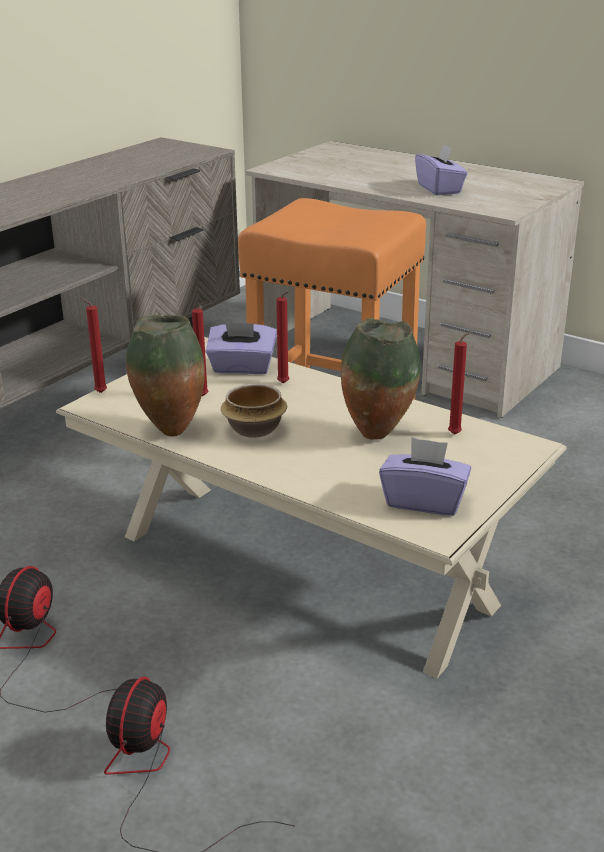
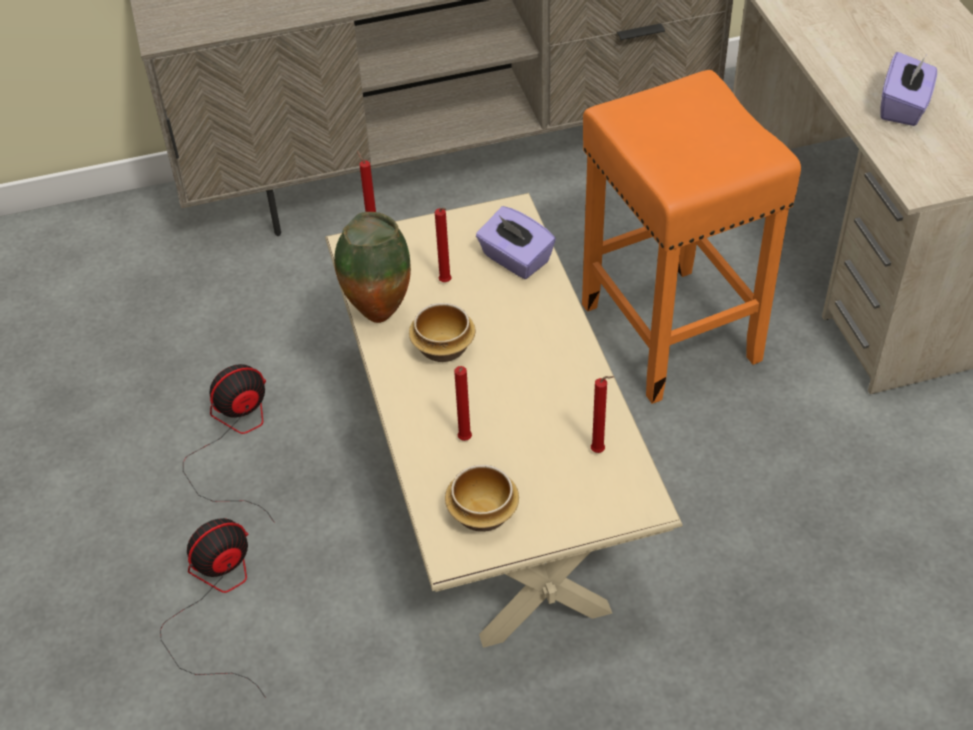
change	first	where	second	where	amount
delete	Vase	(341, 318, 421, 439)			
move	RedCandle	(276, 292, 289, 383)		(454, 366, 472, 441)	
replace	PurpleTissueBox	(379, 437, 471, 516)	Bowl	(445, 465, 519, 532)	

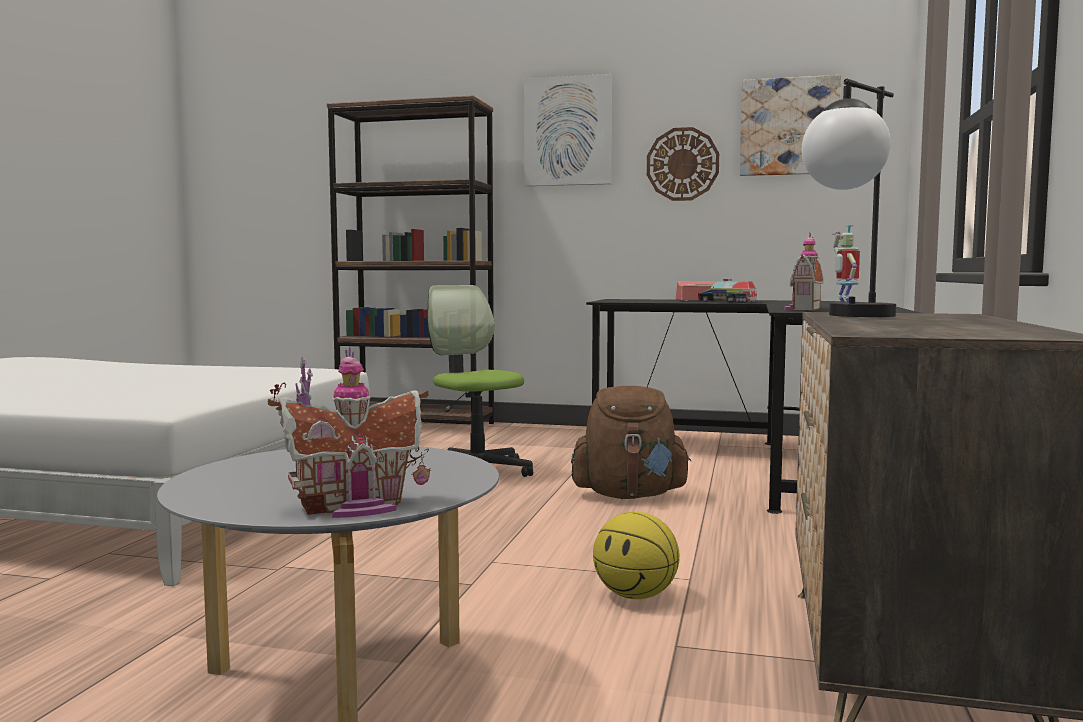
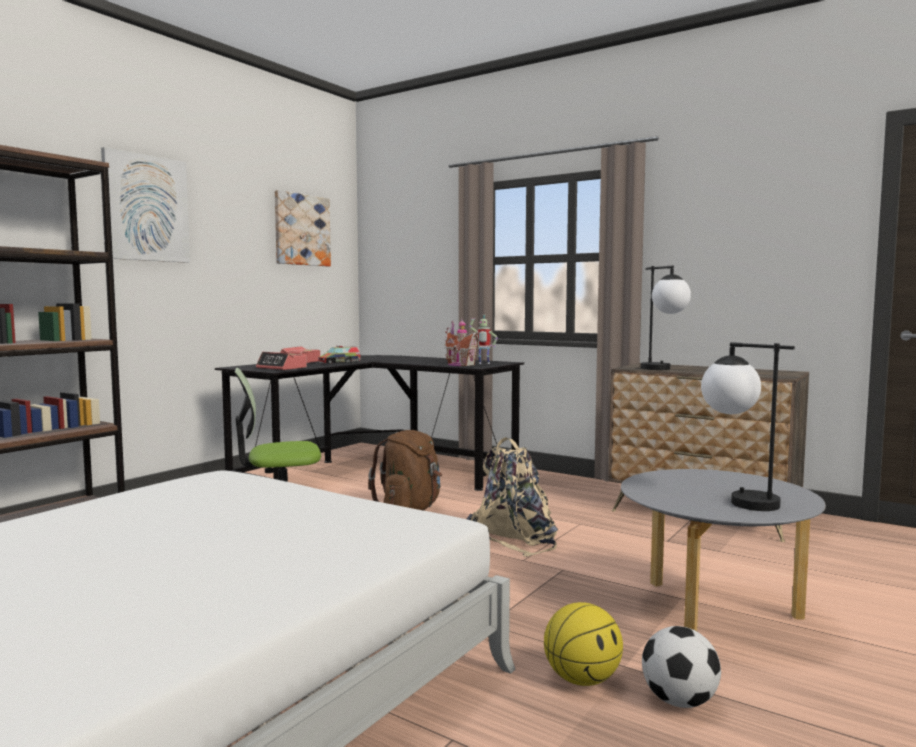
change	first	where	second	where	amount
delete	ToyHouse	(268, 346, 431, 518)			
delete	WallClock	(647, 127, 719, 201)			
insert			AlarmClock	(256, 352, 307, 370)	
insert			BeigeBackpack	(467, 437, 558, 557)	
insert			Football	(642, 626, 721, 708)	
insert			TableLamp	(701, 342, 795, 511)	
move	Basketball	(593, 512, 679, 599)		(544, 602, 623, 686)	

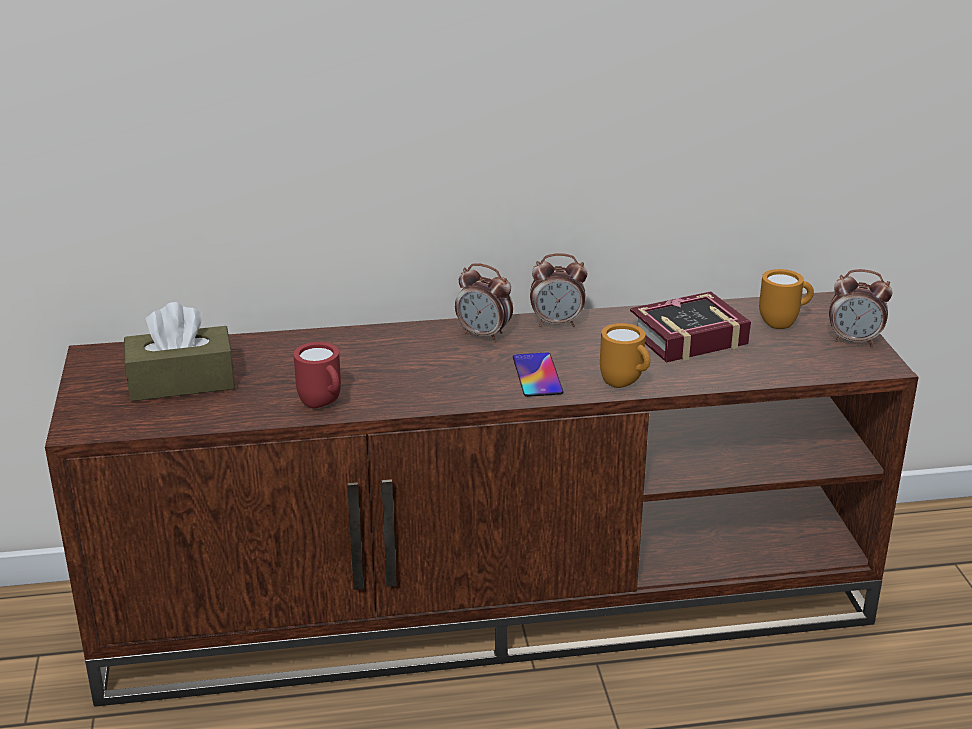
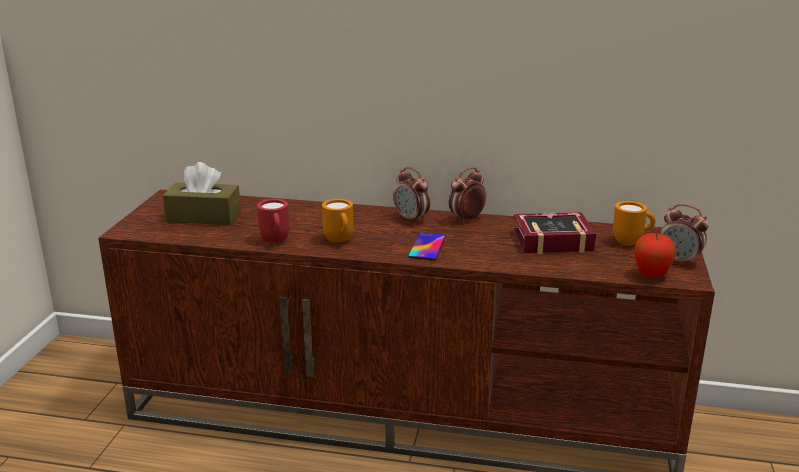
change	first	where	second	where	amount
insert			Apple	(634, 233, 677, 278)	
move	OrangeMug	(600, 323, 651, 388)		(322, 199, 353, 243)	
rotate	AlarmClock	(530, 253, 587, 327)		(449, 167, 486, 223)	120 degrees clockwise

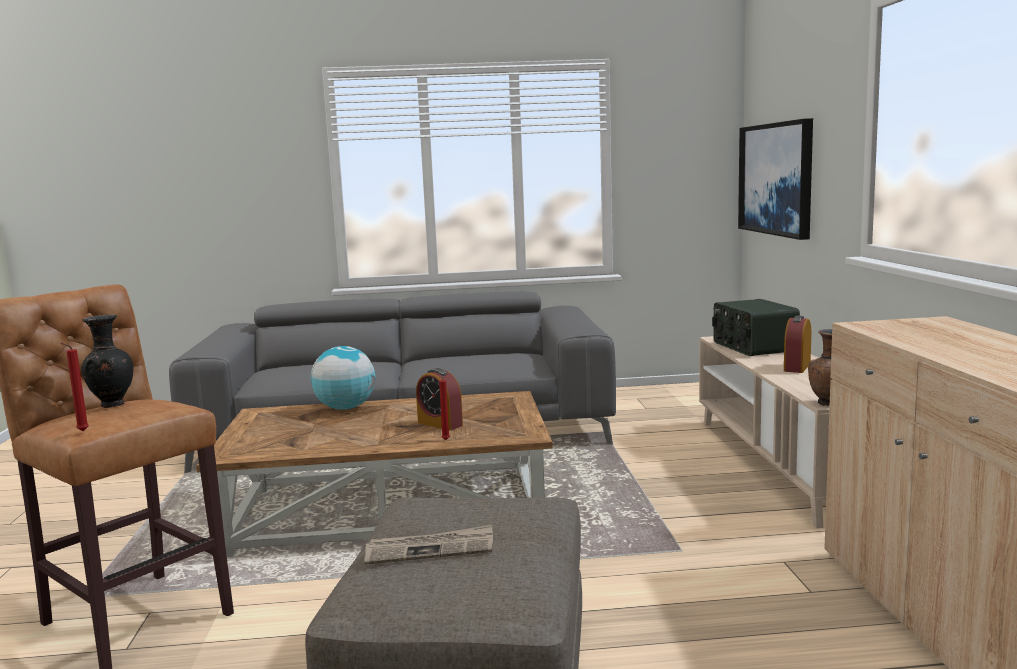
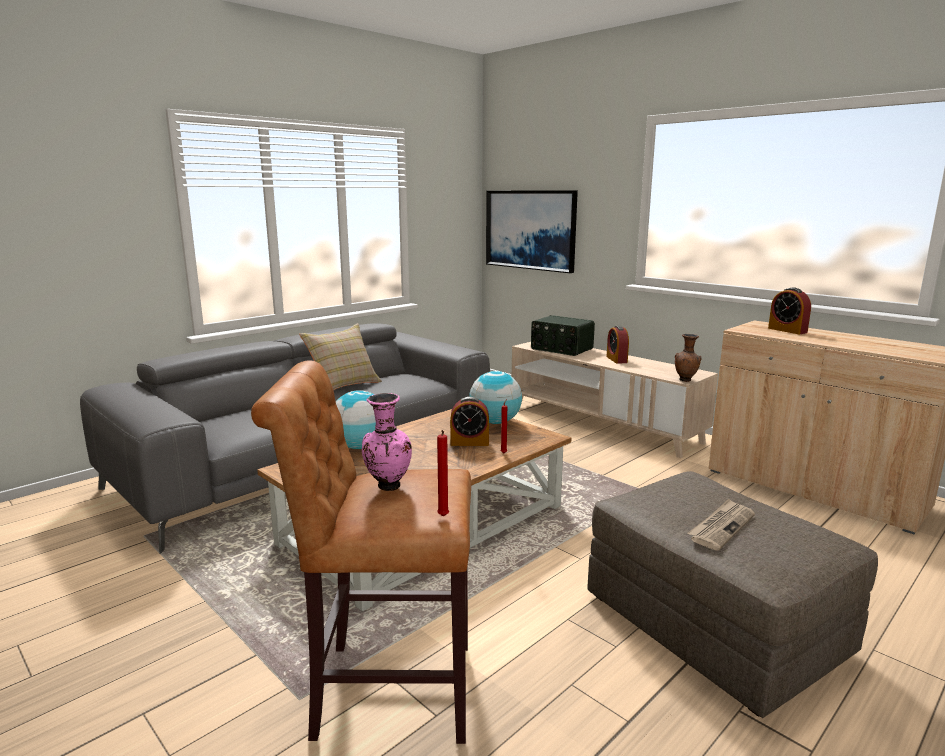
change	first	where	second	where	amount
insert			BeigePillow	(299, 323, 382, 390)	
insert			Globe	(469, 371, 522, 424)	
insert			AlarmClock	(768, 288, 811, 334)	
recolor	BlackVase	(81, 315, 133, 408)	PinkVase	(362, 393, 412, 491)	

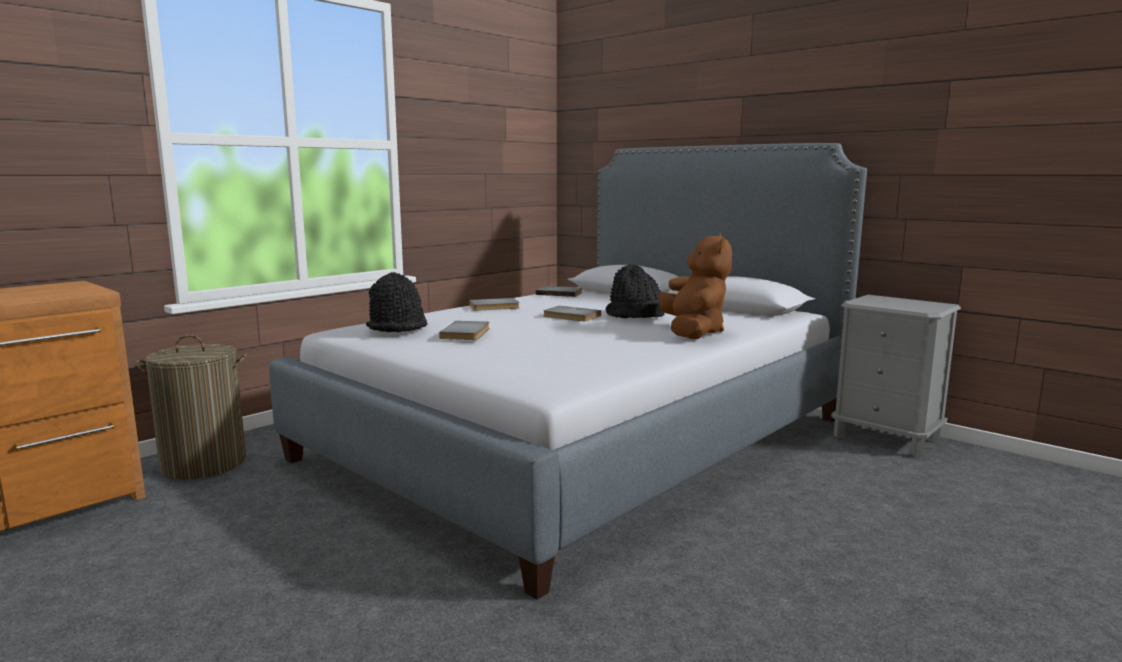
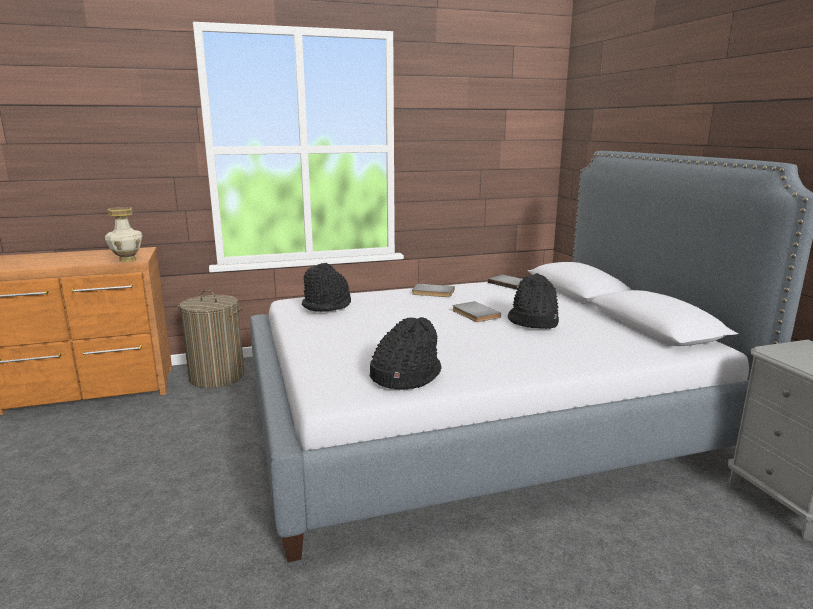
change	first	where	second	where	amount
delete	GreyBook	(439, 321, 490, 340)			
delete	BrownPlushToy	(658, 233, 732, 339)			
insert			Vase	(105, 207, 143, 262)	
insert			BlackHat	(370, 317, 441, 390)	

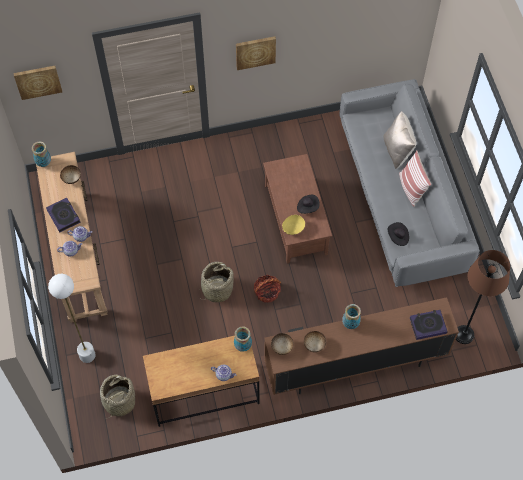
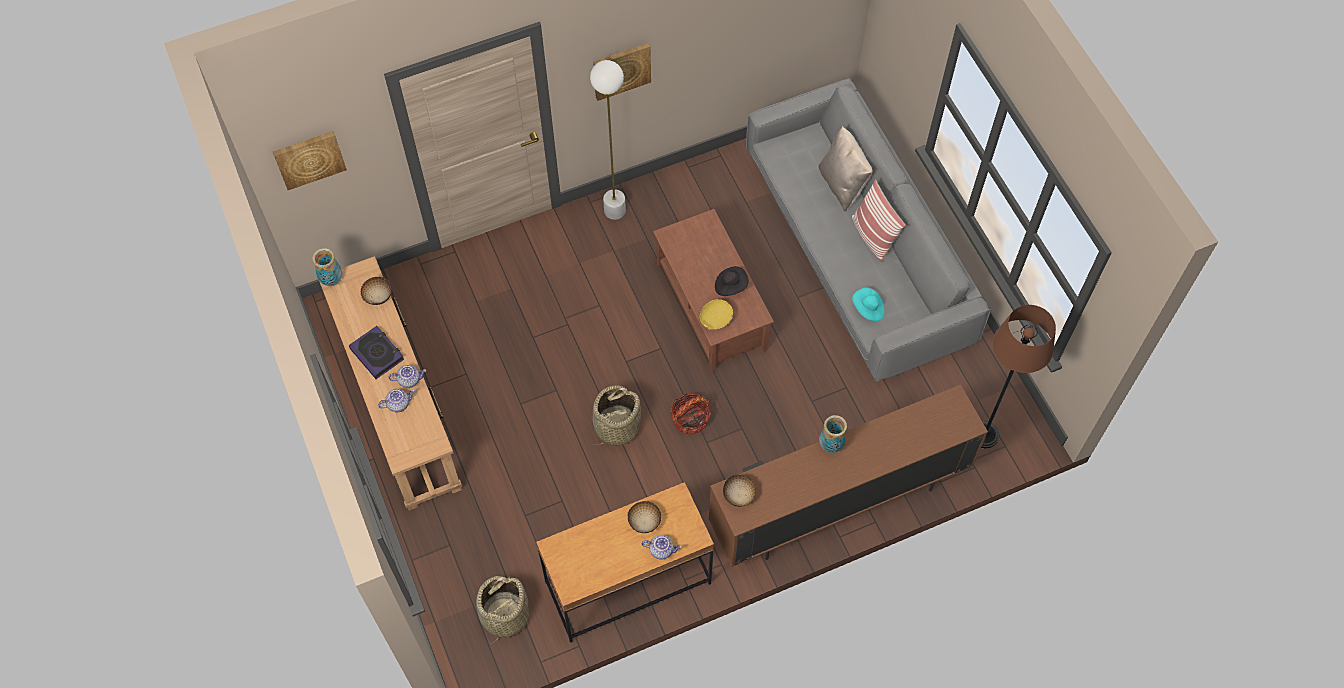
change	first	where	second	where	amount
delete	Vase	(234, 326, 252, 352)			
delete	Book	(410, 310, 447, 340)			
move	WhiteFloorLamp	(48, 274, 95, 363)		(590, 60, 626, 220)	
move	Bowl	(304, 331, 326, 352)		(627, 501, 662, 533)	
recolor	BlackHat	(388, 222, 409, 246)	TurquoiseHat	(852, 288, 884, 321)	

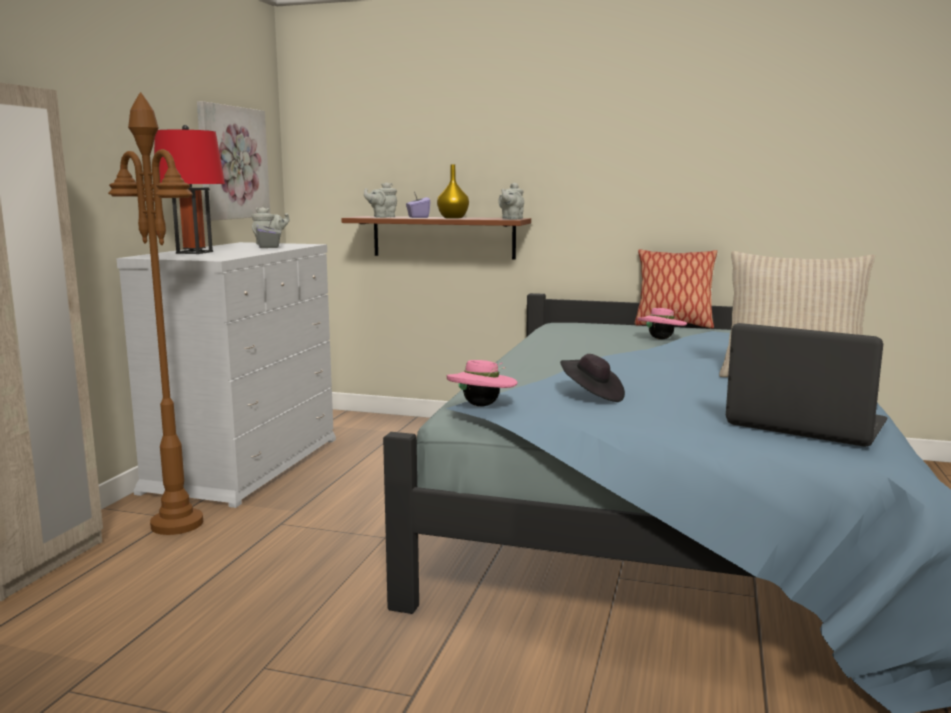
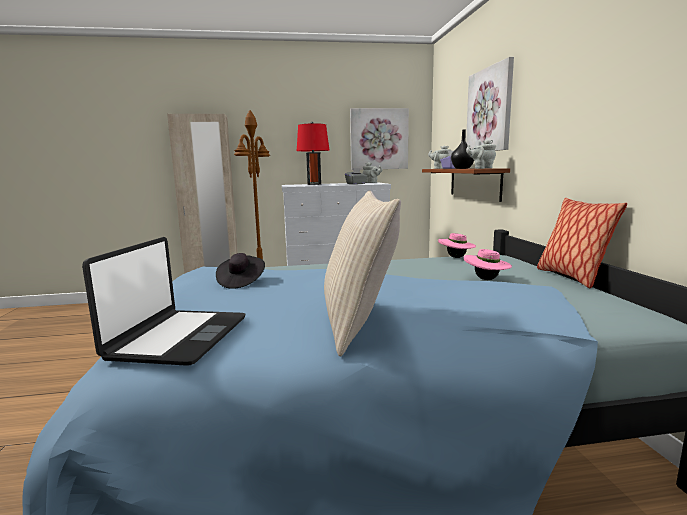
change	first	where	second	where	amount
insert			Picture	(466, 57, 514, 151)	
move	PinkHat	(447, 360, 517, 407)		(438, 233, 476, 258)	
recolor	YellowVase	(437, 165, 469, 219)	BlackVase	(451, 129, 474, 169)	

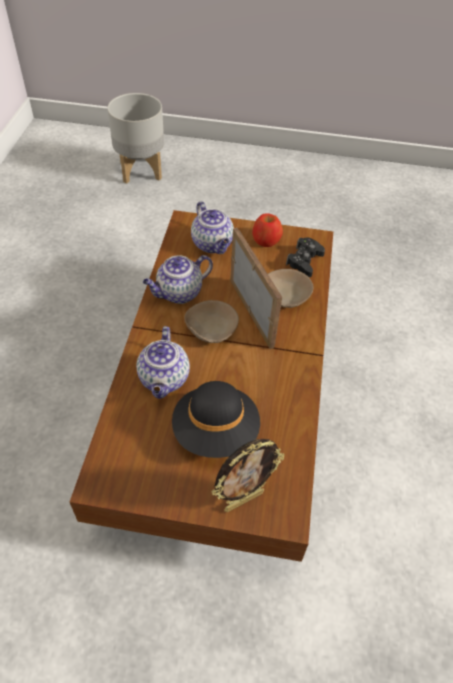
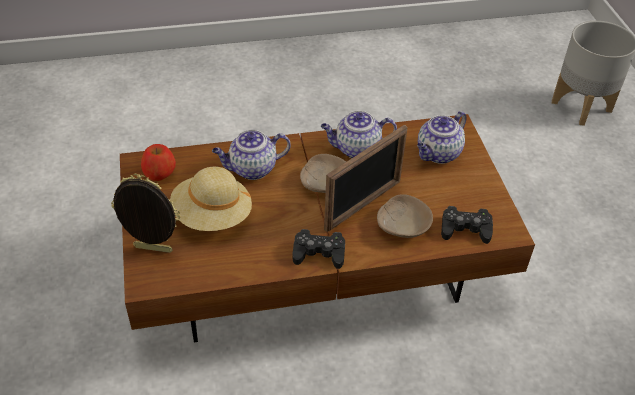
change	first	where	second	where	amount
insert			BlackGameController	(292, 229, 345, 269)	
move	Apple	(252, 213, 283, 247)		(141, 144, 176, 181)	
recolor	BlackHat	(172, 381, 260, 458)	BeigeHat	(170, 166, 252, 231)	
rotate	Teapot	(143, 255, 213, 304)		(321, 111, 397, 158)	45 degrees counterclockwise
rotate	PictureFrame	(212, 439, 285, 512)		(111, 174, 181, 253)	150 degrees clockwise

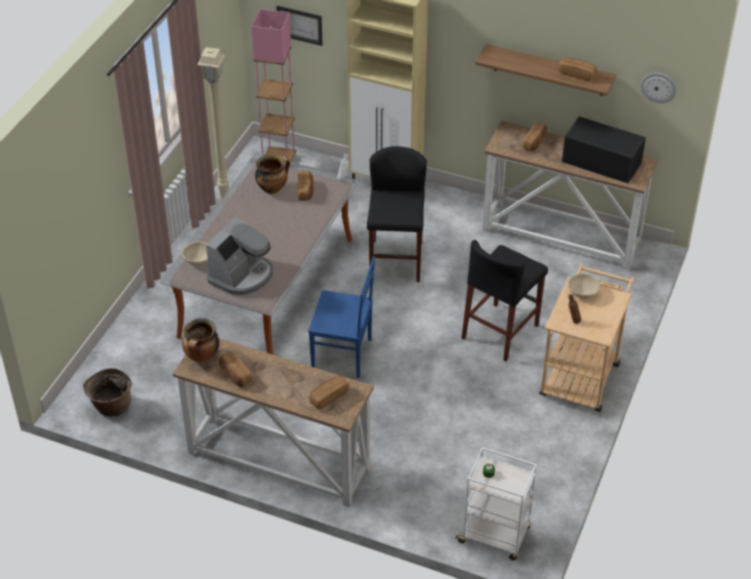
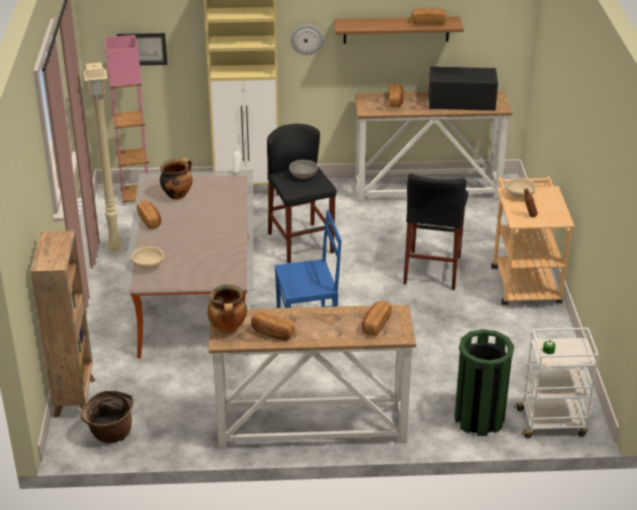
change	first	where	second	where	amount
delete	CoffeeMachine	(206, 217, 273, 295)			
insert			BrownBookcase	(30, 231, 96, 418)	
insert			GreyBowl	(289, 160, 318, 179)	
insert			GreenTrashCan	(455, 329, 514, 436)	
move	Bread	(298, 171, 314, 201)		(137, 201, 161, 229)	
move	WallClock	(641, 73, 677, 103)		(291, 25, 324, 55)	

